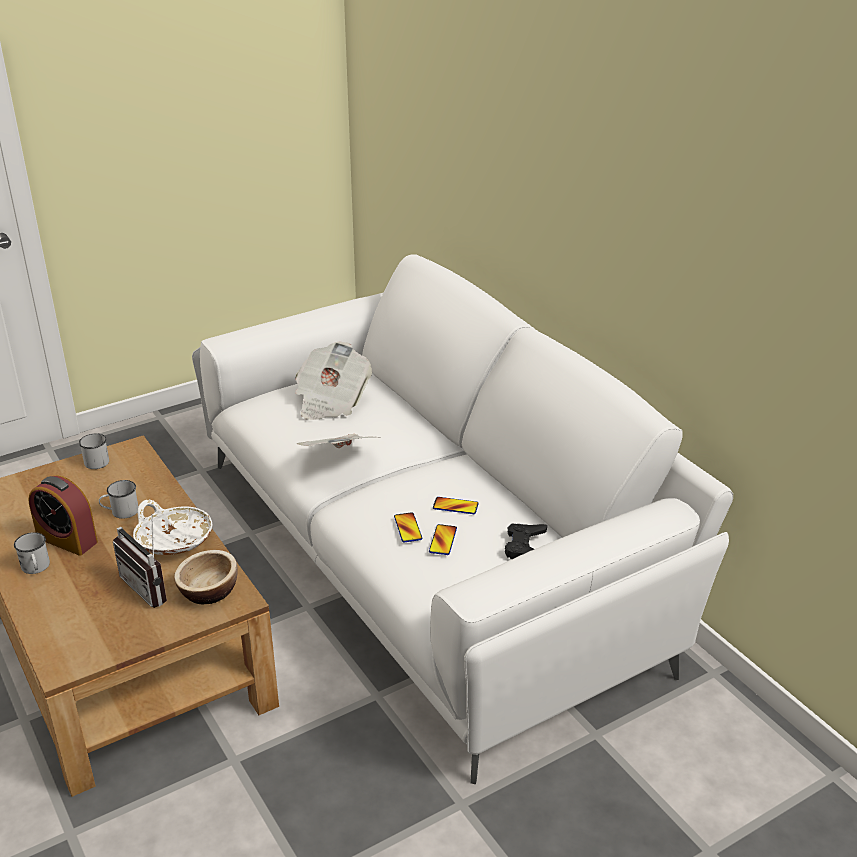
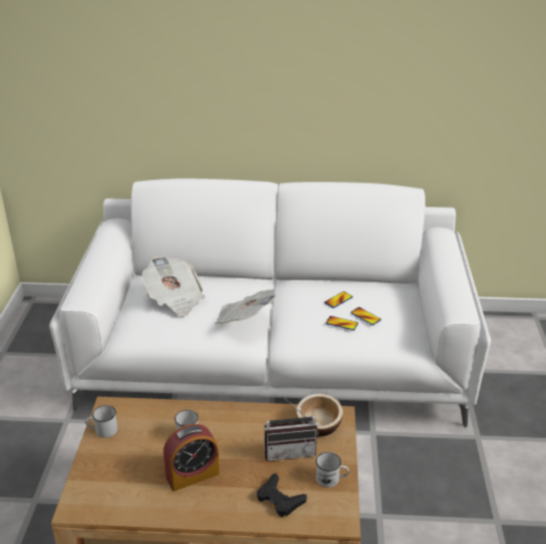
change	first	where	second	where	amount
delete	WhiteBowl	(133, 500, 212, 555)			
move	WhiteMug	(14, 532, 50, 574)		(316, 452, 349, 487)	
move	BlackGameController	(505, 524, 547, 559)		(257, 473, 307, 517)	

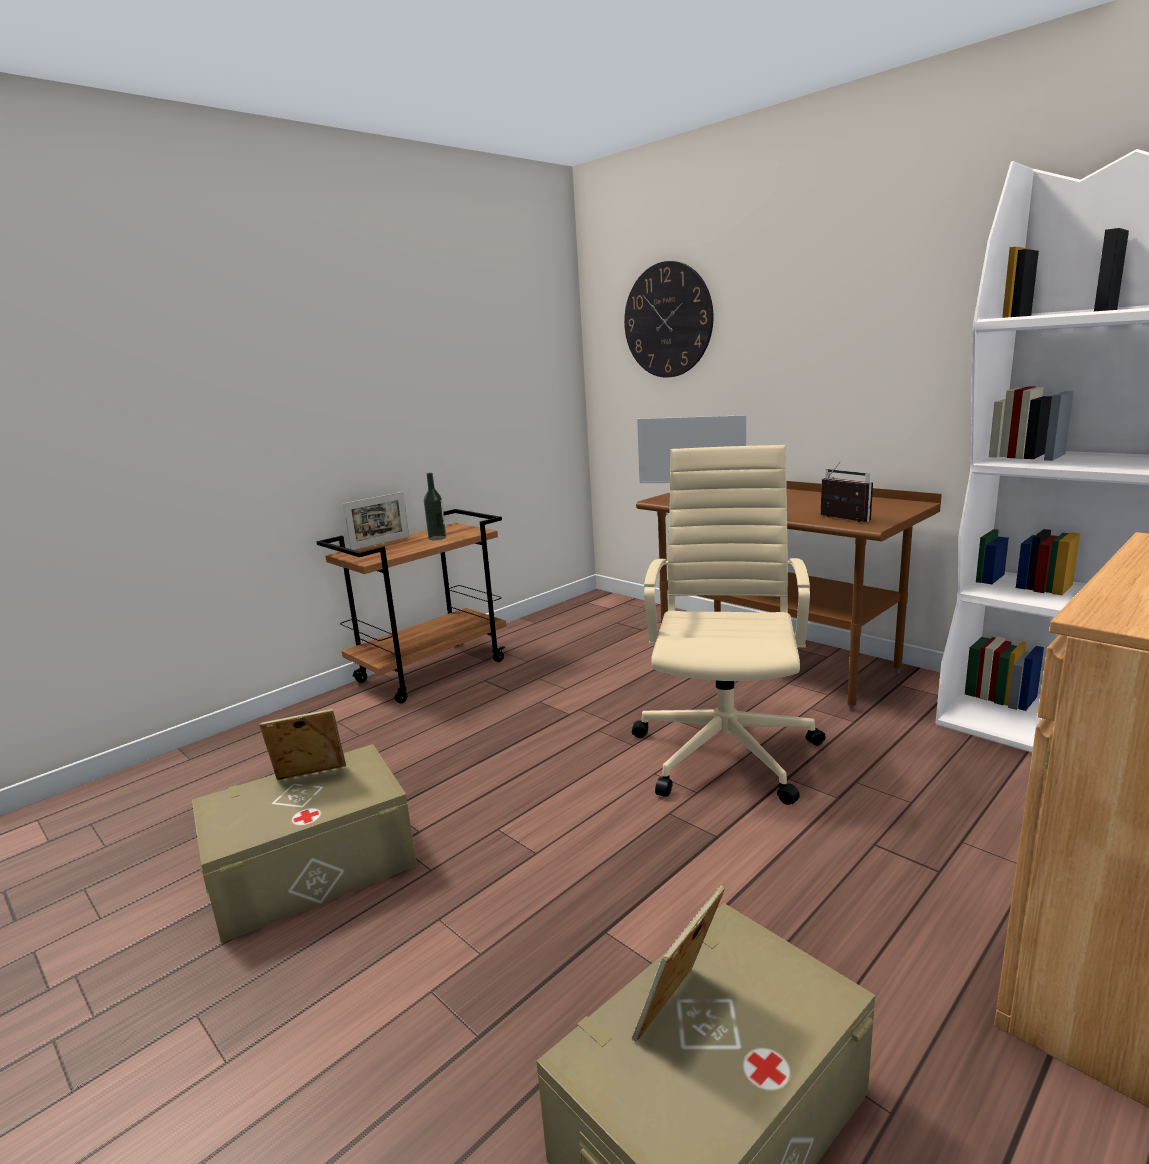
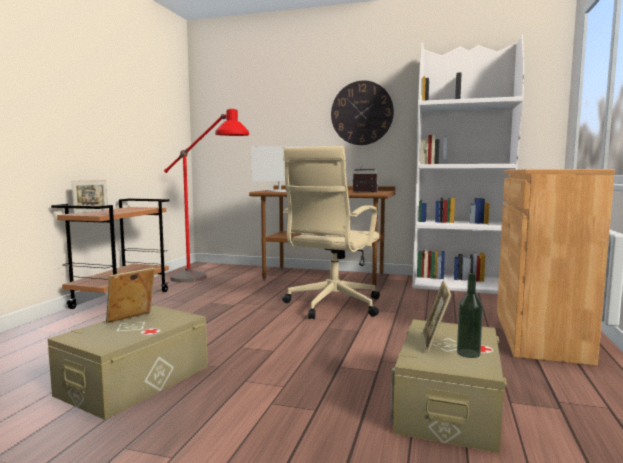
change	first	where	second	where	amount
insert			RedFloorLamp	(164, 109, 249, 283)	
move	Bottle	(424, 473, 446, 540)		(457, 273, 483, 358)	
move	WallClock	(624, 261, 713, 378)		(331, 80, 394, 145)	
rotate	BeigeOfficeChair	(632, 445, 825, 805)		(282, 146, 380, 319)	135 degrees counterclockwise

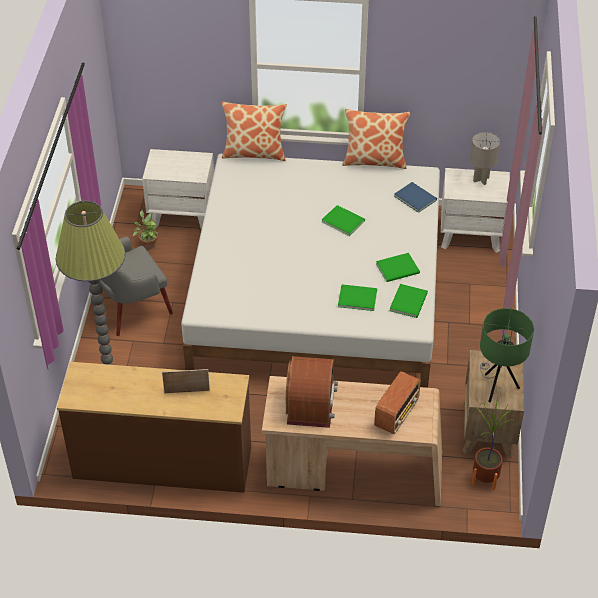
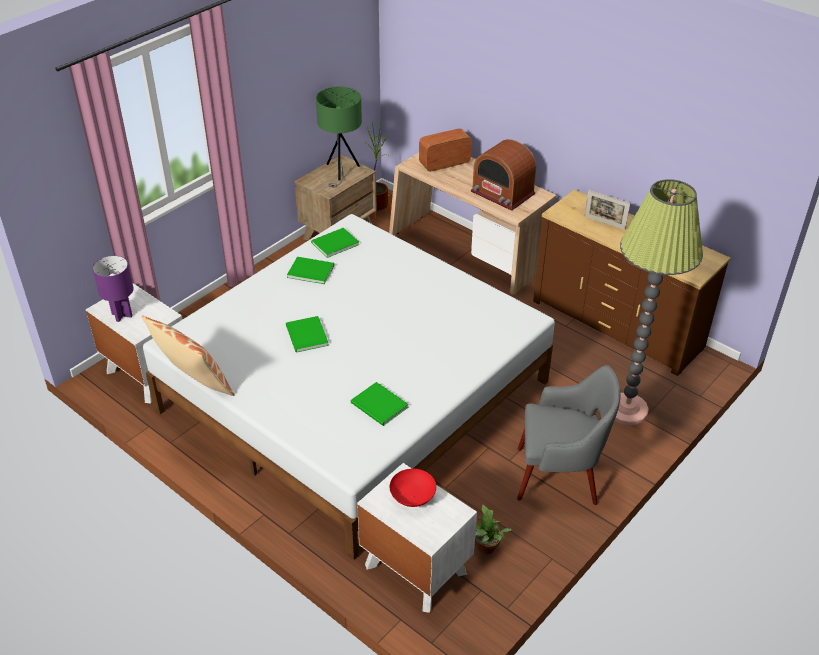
change	first	where	second	where	amount
delete	Pillow	(222, 102, 287, 161)			
delete	BlueBook	(394, 182, 437, 213)			
insert			RedBowl	(390, 469, 436, 507)	
move	GreenBook	(338, 284, 377, 311)		(351, 382, 408, 426)	
recolor	GreyTableLamp	(470, 132, 500, 185)	PurpleTableLamp	(92, 255, 134, 322)	
rotate	Radio	(286, 356, 338, 428)		(471, 139, 536, 211)	90 degrees counterclockwise

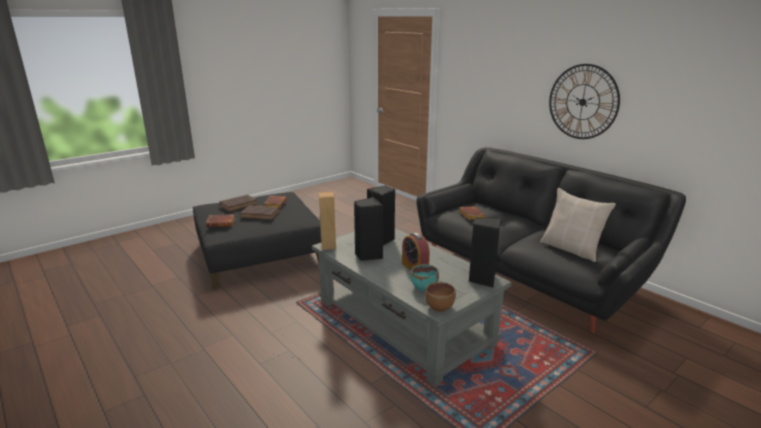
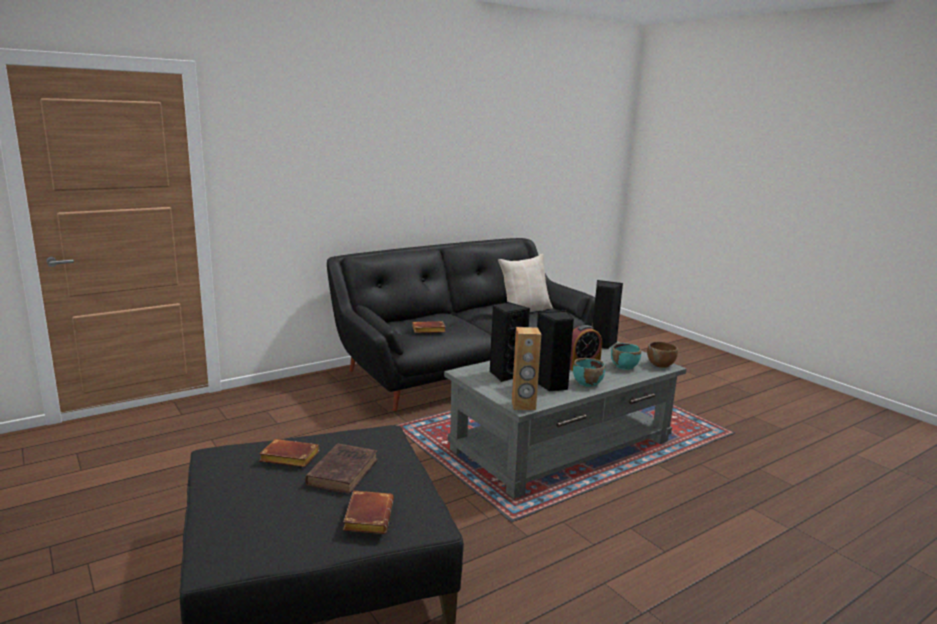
change	first	where	second	where	amount
delete	BrownBook	(219, 194, 257, 212)			
delete	WallClock	(549, 64, 620, 139)			
insert			TurquoiseBowl	(573, 358, 605, 387)	

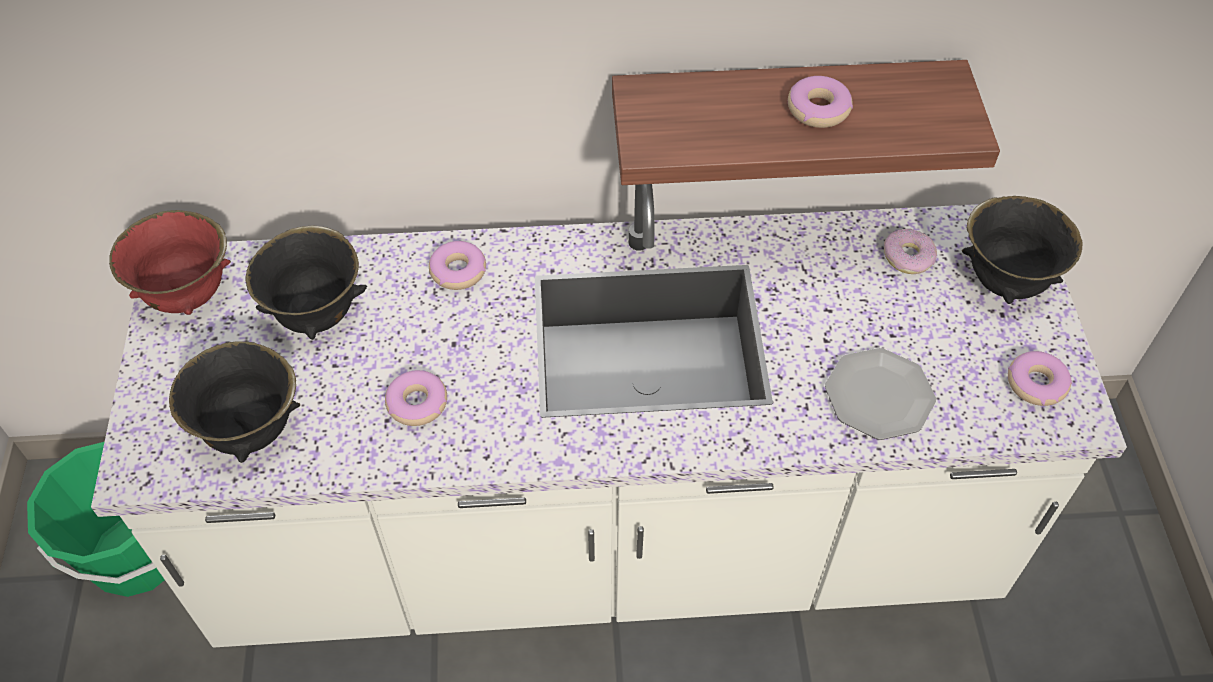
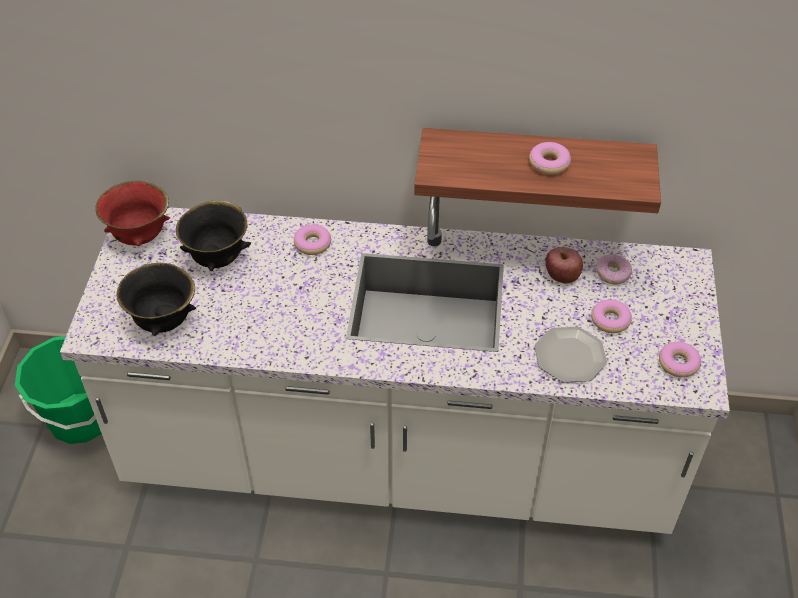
change	first	where	second	where	amount
delete	BlackBowl	(962, 196, 1082, 304)			
insert			Apple	(545, 247, 583, 283)	
move	Donut	(385, 370, 447, 426)		(591, 299, 632, 333)	

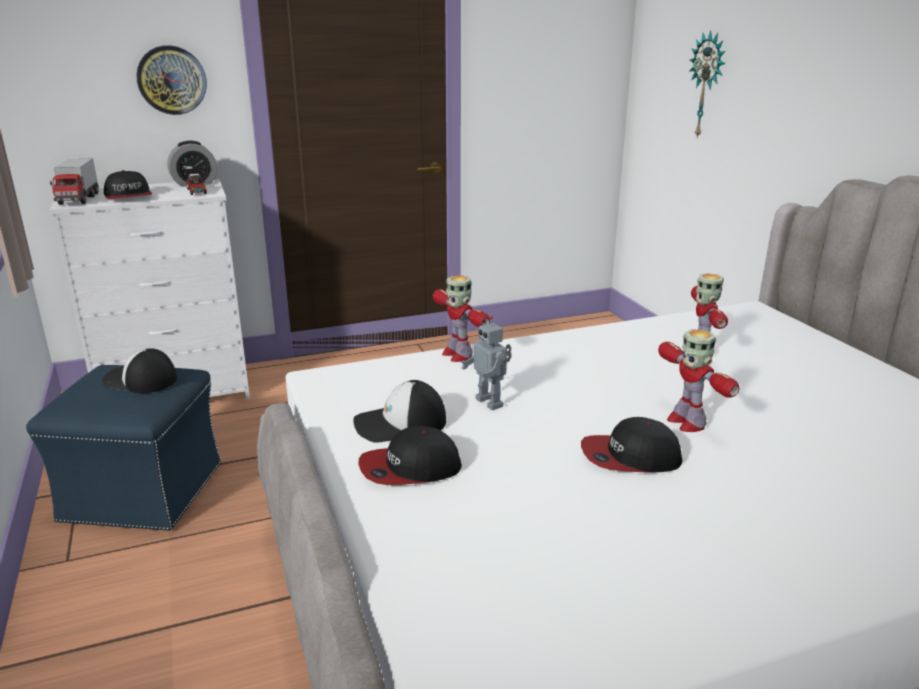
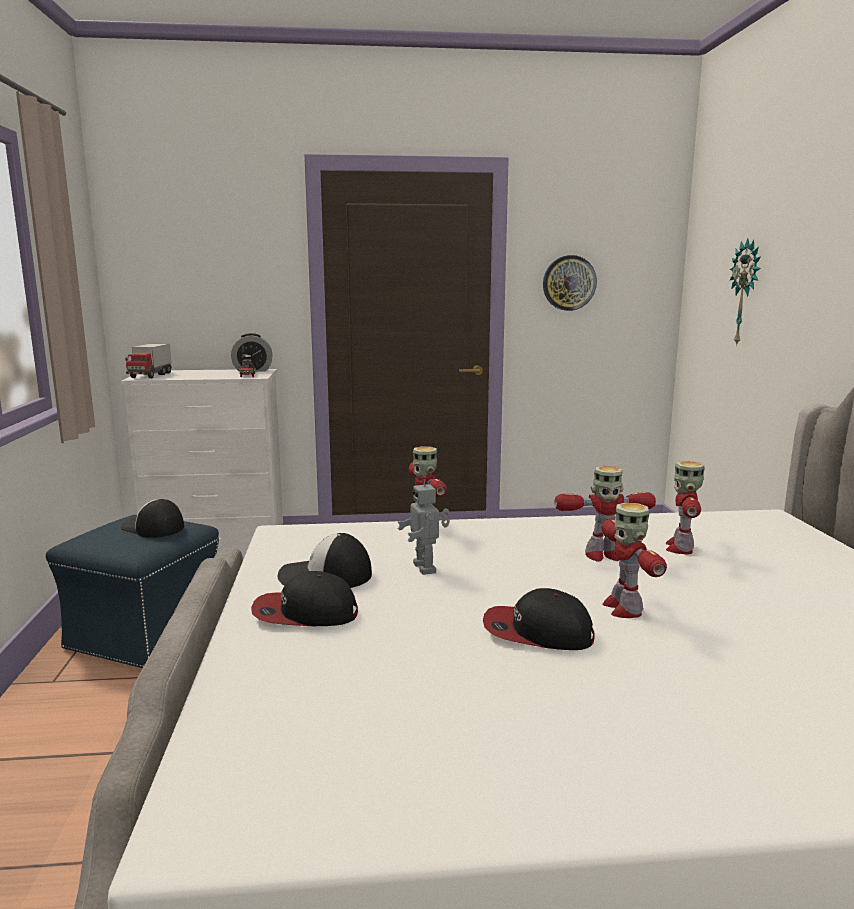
change	first	where	second	where	amount
delete	Cap	(104, 170, 152, 199)			
insert			ToyRobot	(555, 466, 656, 562)	
move	WallClock	(136, 45, 207, 115)		(543, 255, 597, 311)	

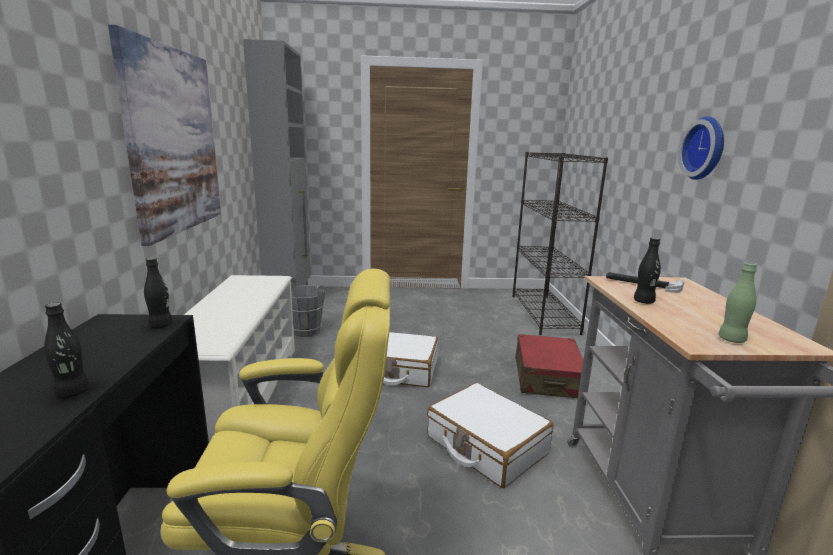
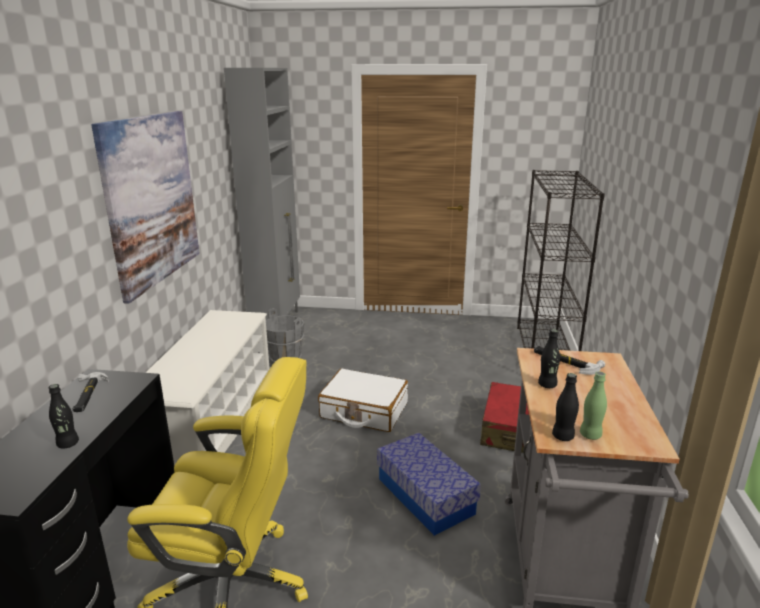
change	first	where	second	where	amount
delete	WallClock	(678, 116, 724, 180)			
insert			Hammer	(73, 372, 109, 412)	
move	BlackBottle	(144, 258, 173, 328)		(552, 373, 579, 441)	
replace	WhiteSuitcase	(427, 383, 553, 488)	StorageBox	(377, 433, 481, 536)	

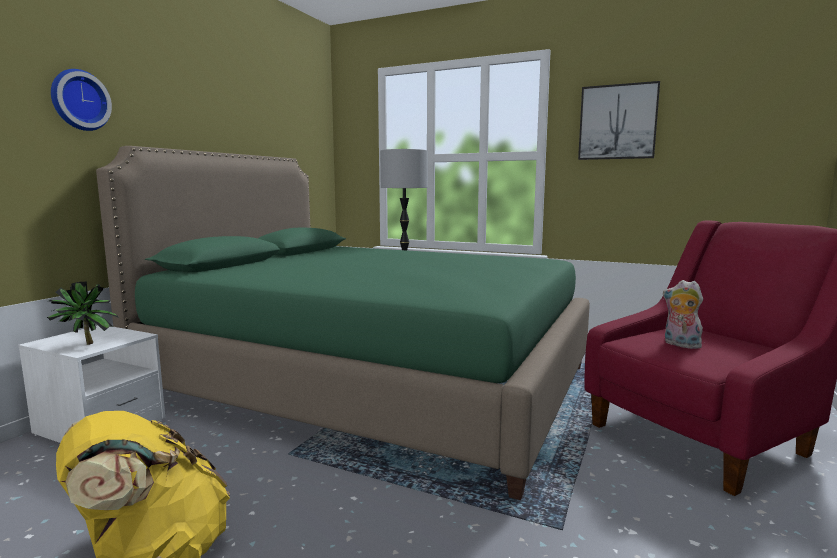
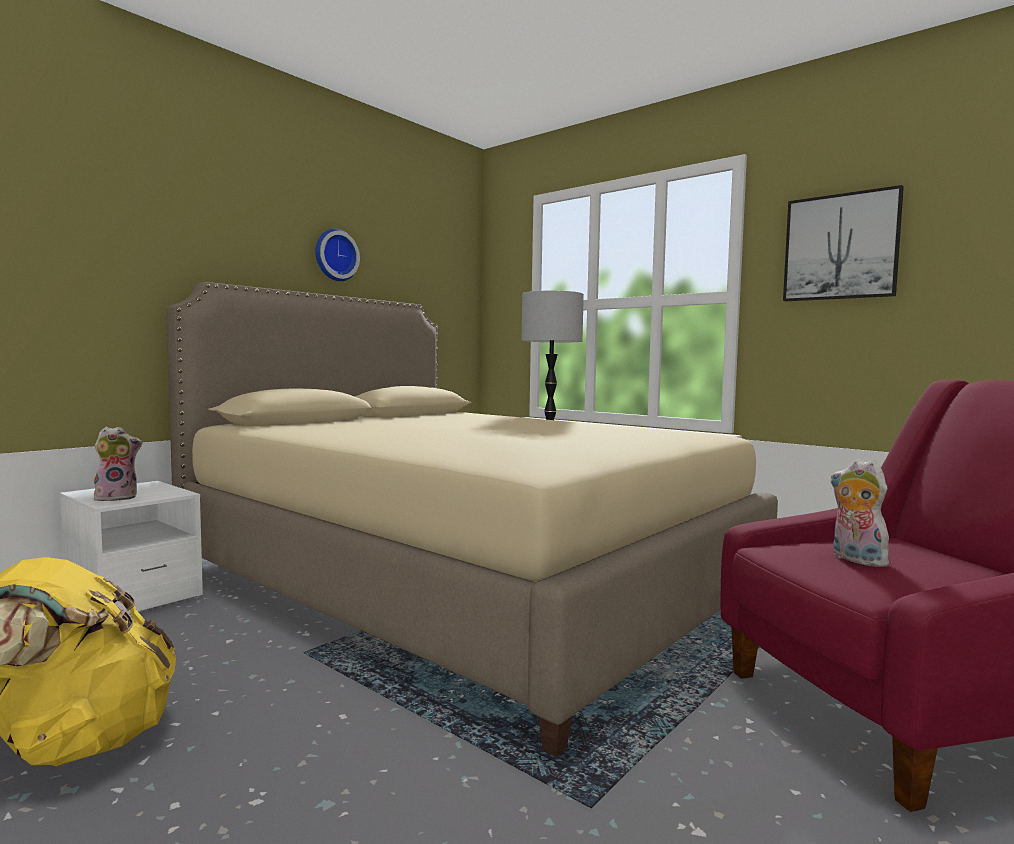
change	first	where	second	where	amount
move	WallClock	(51, 69, 112, 131)		(315, 229, 360, 281)	
replace	PottedPlant	(47, 282, 119, 345)	PlushToy	(93, 427, 142, 501)	
recolor	GreenBed	(96, 146, 590, 500)	BeigeBed	(166, 282, 778, 757)	

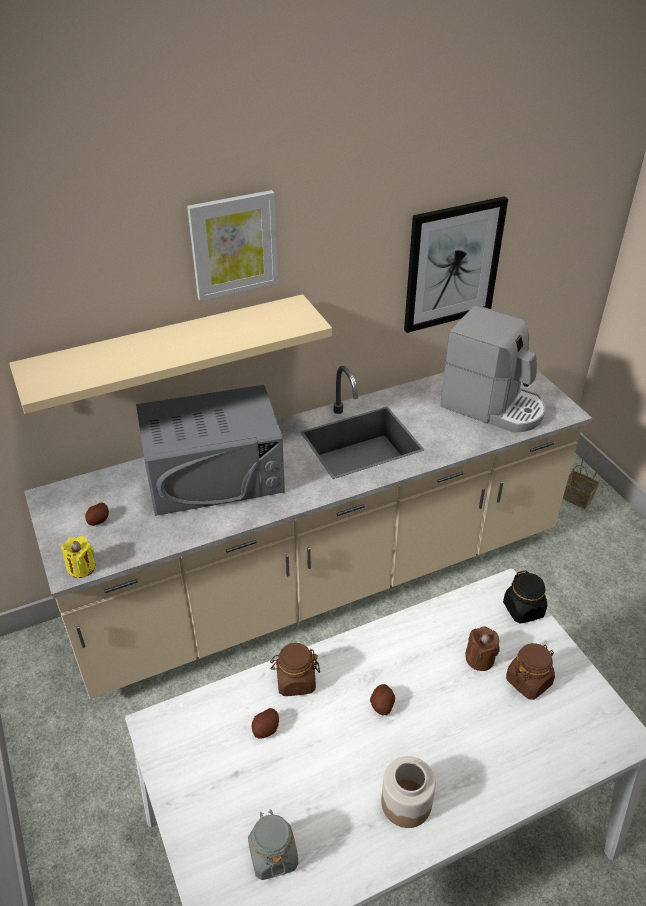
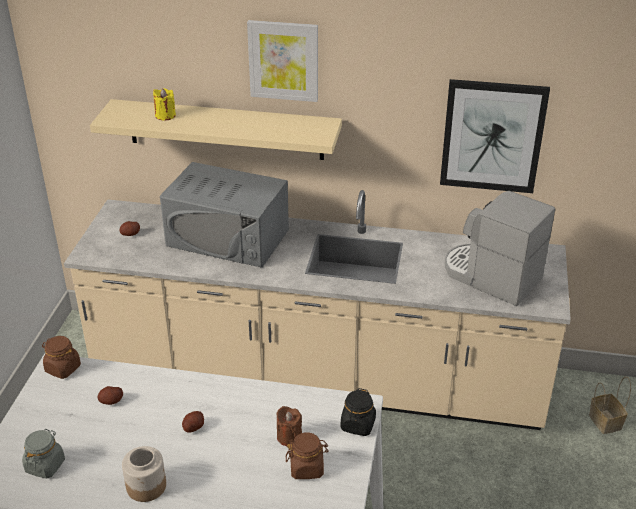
change	first	where	second	where	amount
move	YellowCandle	(61, 536, 95, 578)		(153, 88, 176, 120)	
move	BrownJar	(270, 643, 320, 696)		(42, 336, 81, 379)	
rotate	CoffeeMachine	(440, 305, 546, 433)		(445, 191, 555, 306)	150 degrees clockwise

